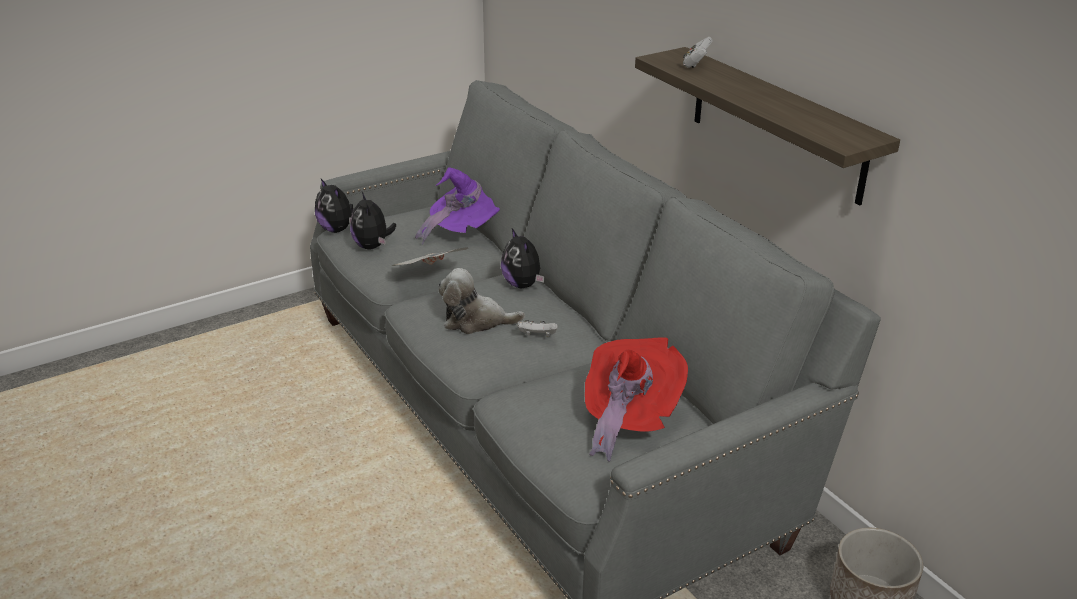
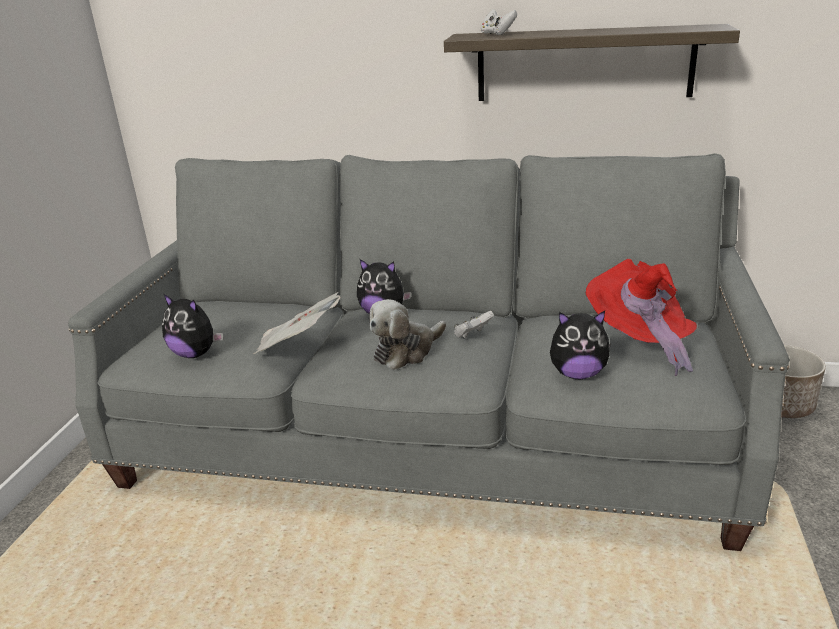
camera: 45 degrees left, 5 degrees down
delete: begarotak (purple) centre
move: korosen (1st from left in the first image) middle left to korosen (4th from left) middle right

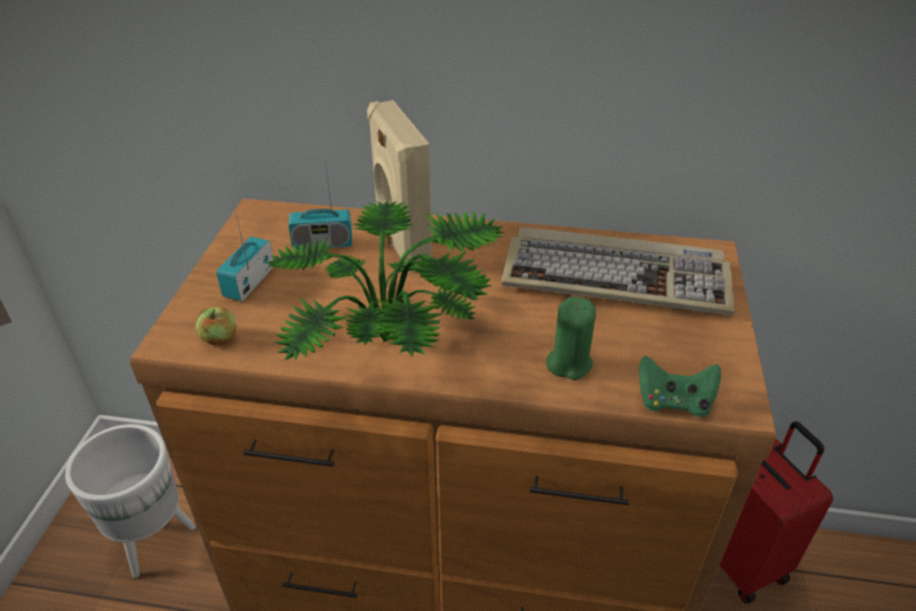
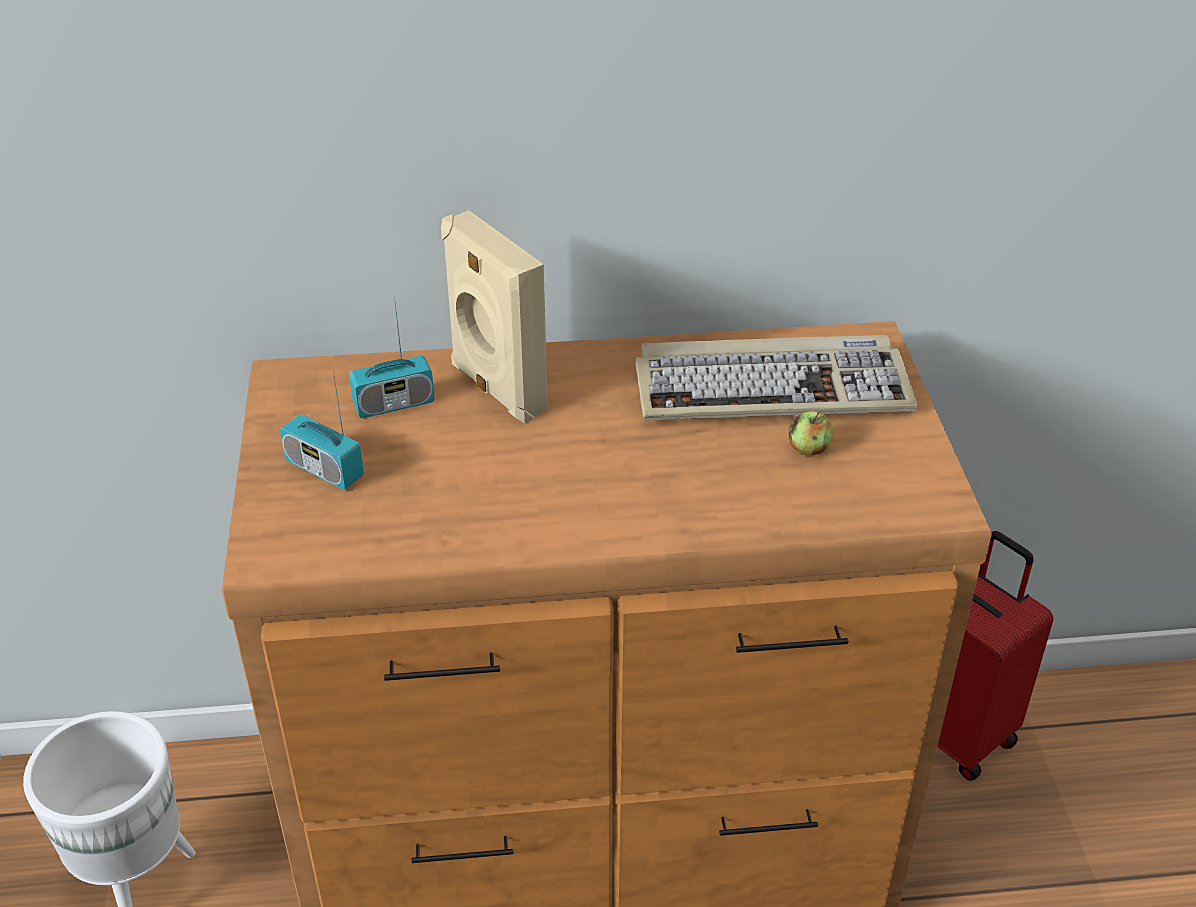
camera: 15 degrees left, 0 degrees up
delete: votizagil centre; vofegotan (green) centre; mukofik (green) middle right
move: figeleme middle left to middle right
rotate: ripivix (1st from left) middle left = middle left 60 degrees counterclockwise

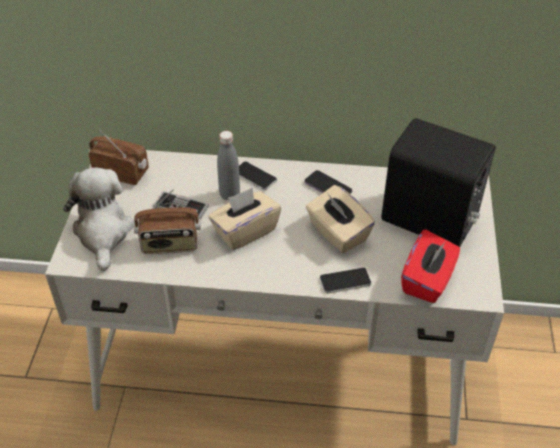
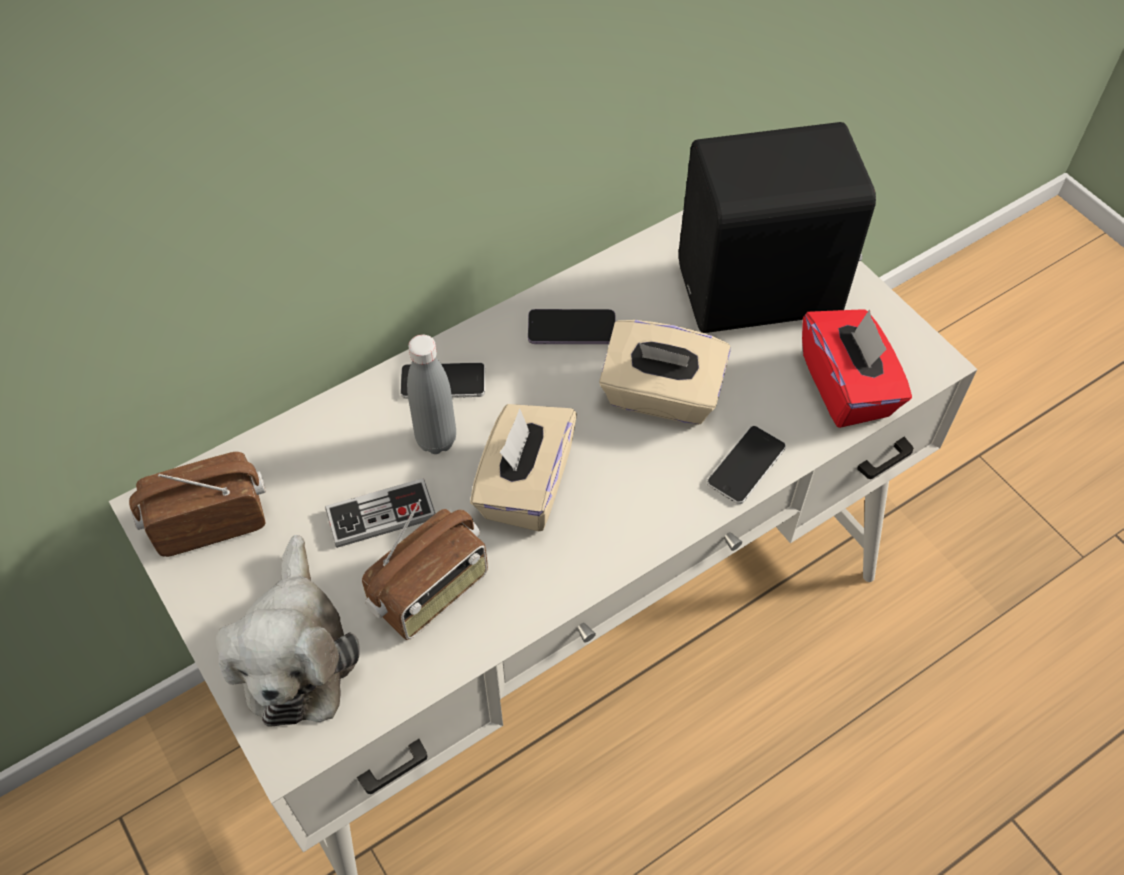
camera: 40 degrees left, 10 degrees up
rotate: korosen middle left = bottom left 135 degrees counterclockwise

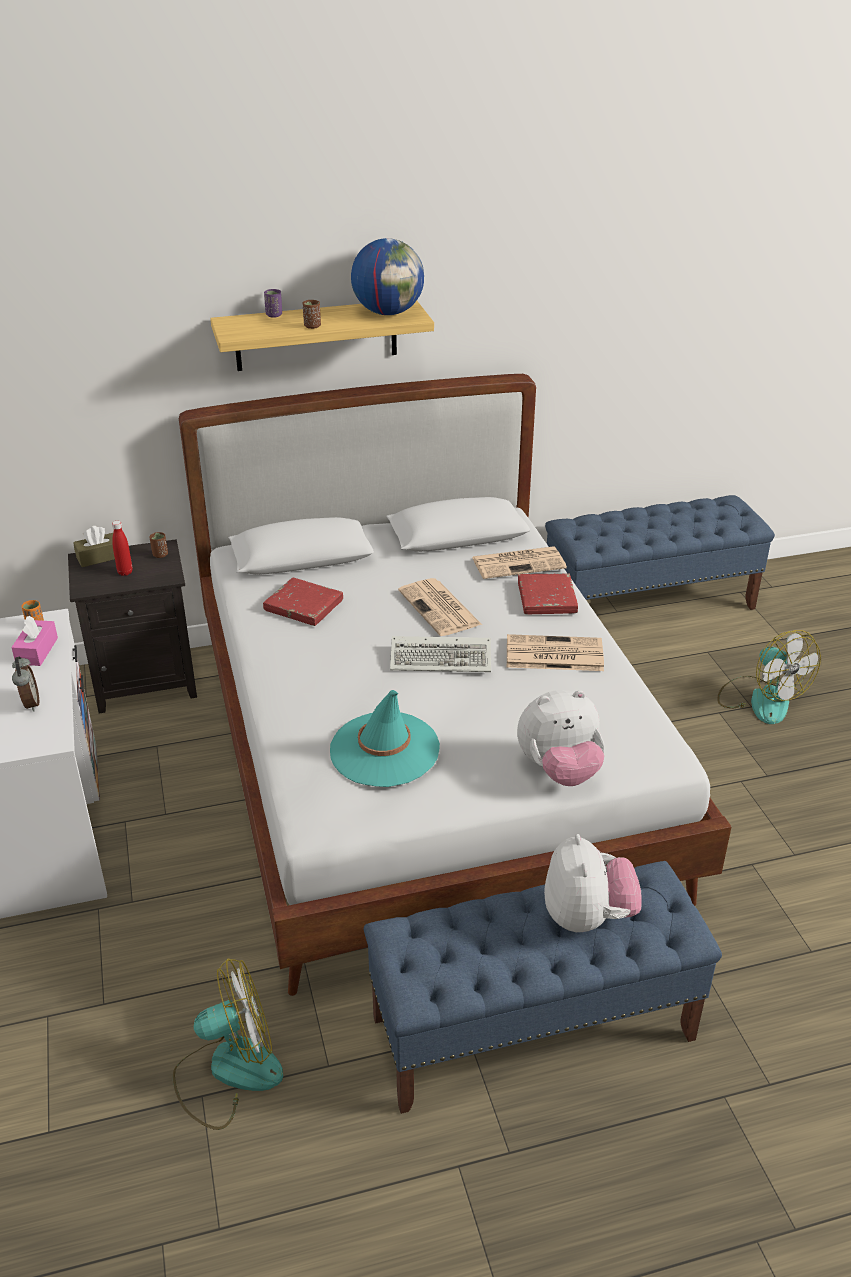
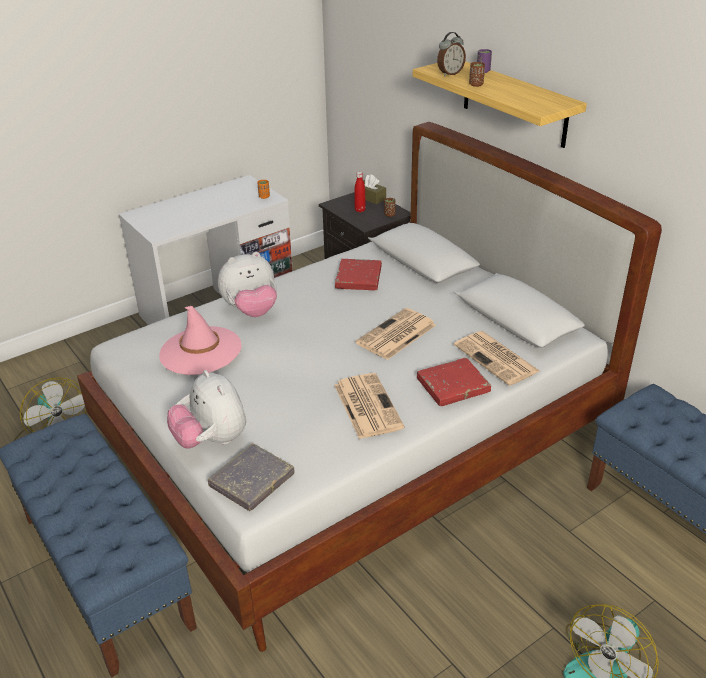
camera: 70 degrees right, 0 degrees up
delete: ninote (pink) middle left; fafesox top centre; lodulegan centre
insert: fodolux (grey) bottom centre
move: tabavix middle left to top centre; korosen (2nd from left) bottom right to centre
recolor: begarotak (turquoise) centre to begarotak (pink) middle left

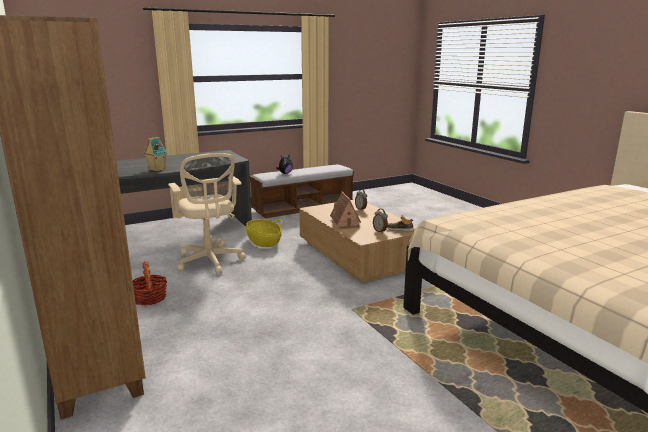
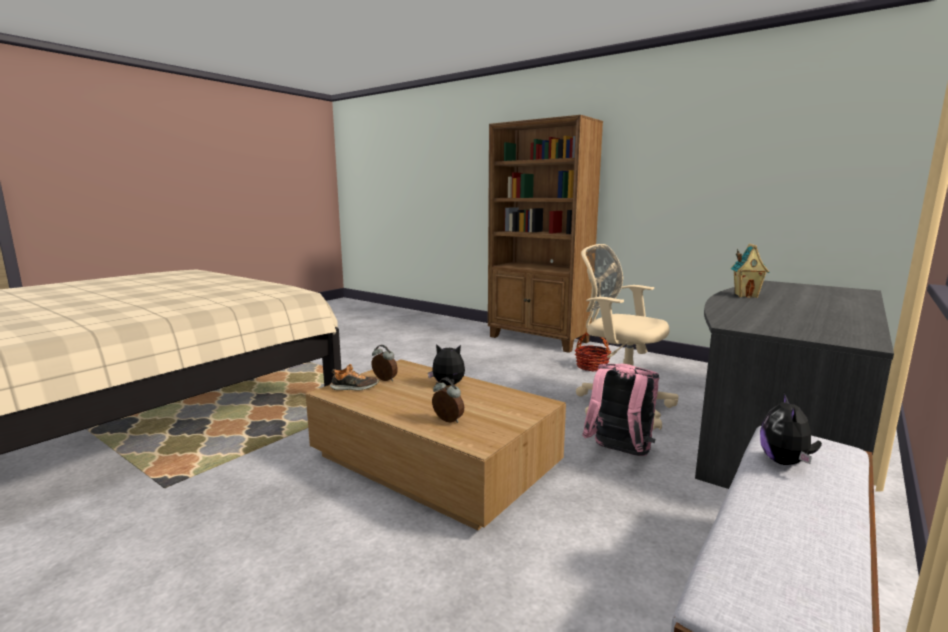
camera: 155 degrees right, 5 degrees down
replace: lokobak (2nd from left) centre to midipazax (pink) centre; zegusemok (2nd from left) centre to korosen (1st from left) centre

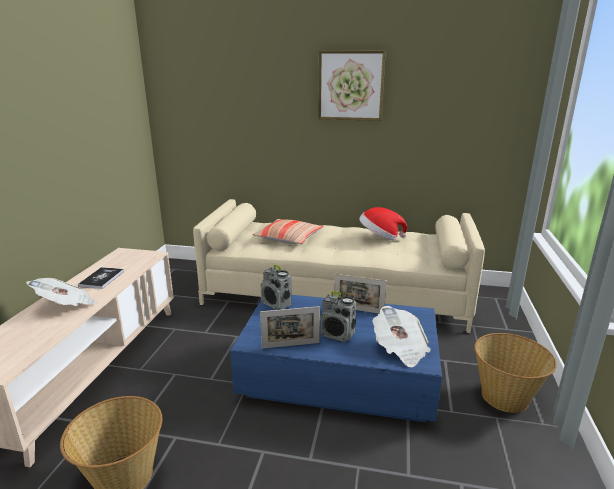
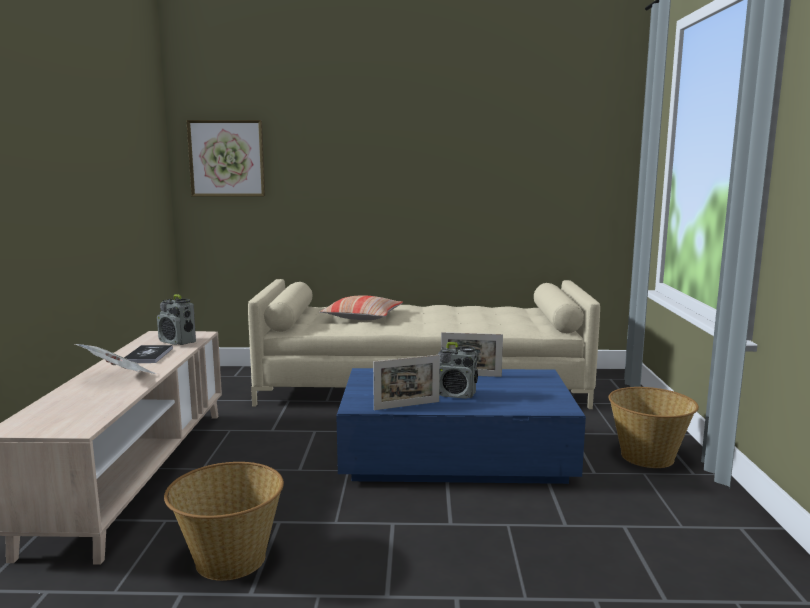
camera: 10 degrees left, 10 degrees down
delete: begarotak centre; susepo (2nd from left) bottom centre
move: ripivix (1st from left) centre to middle left; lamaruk top centre to top left

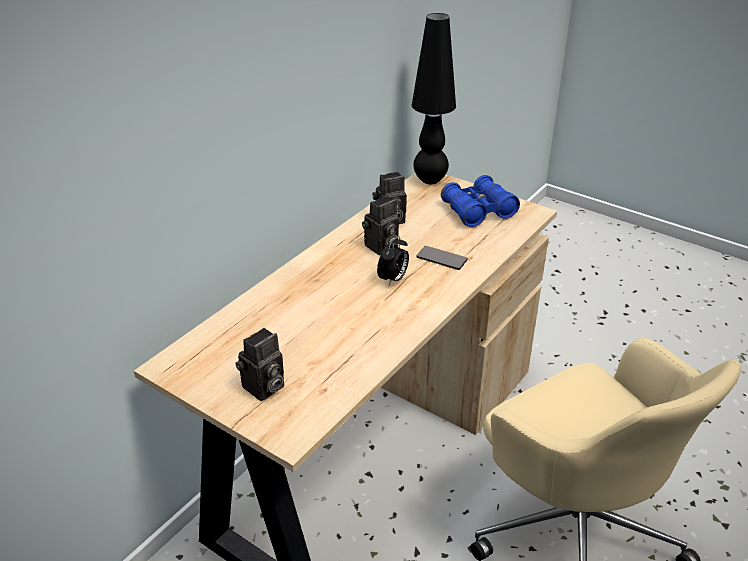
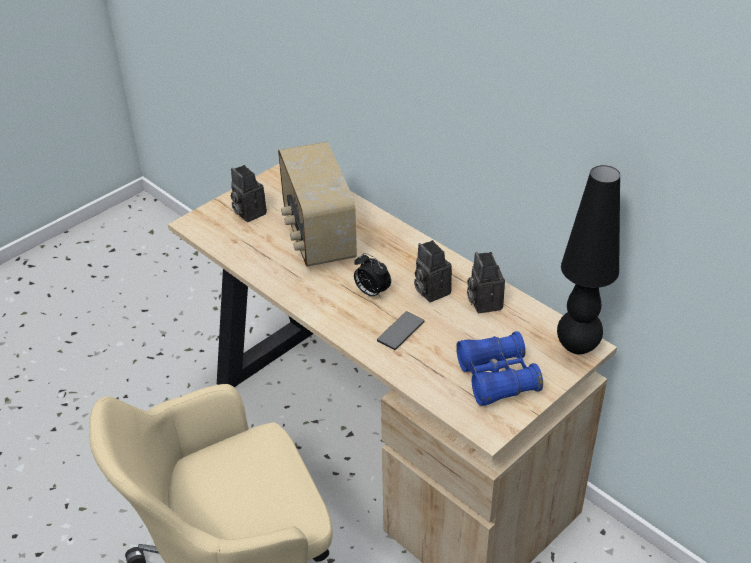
camera: 100 degrees right, 5 degrees up
insert: ripivix centre

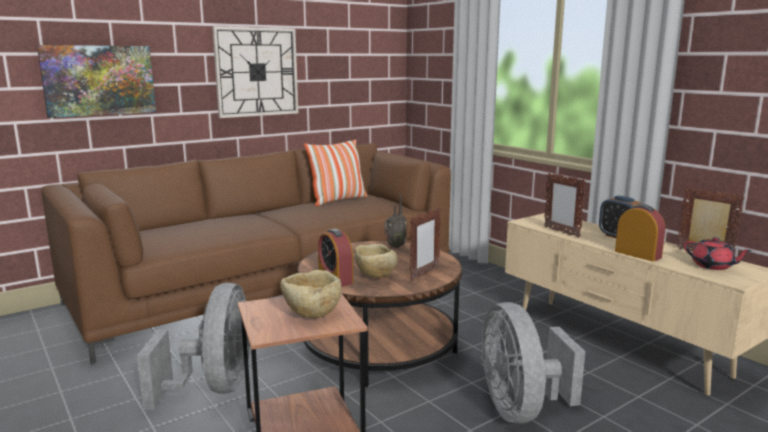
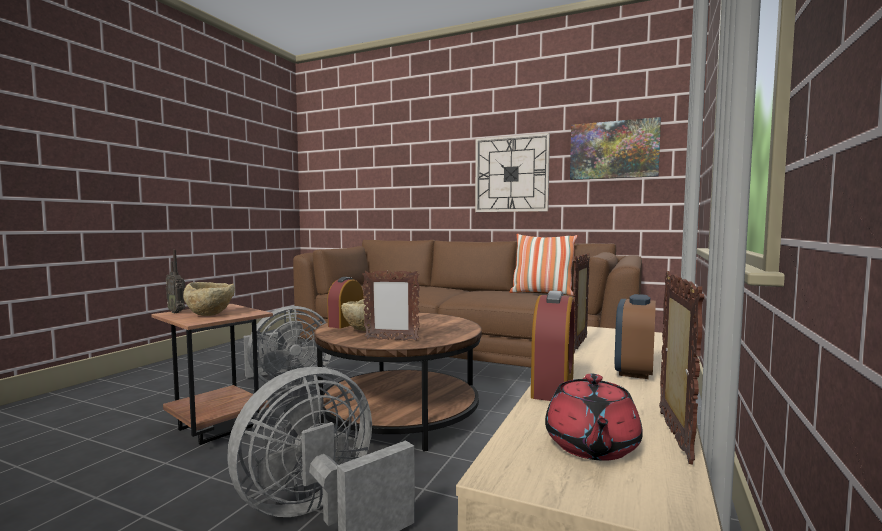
camera: 60 degrees right, 10 degrees down
move: lamaruk top left to top right; ripivix centre to middle left

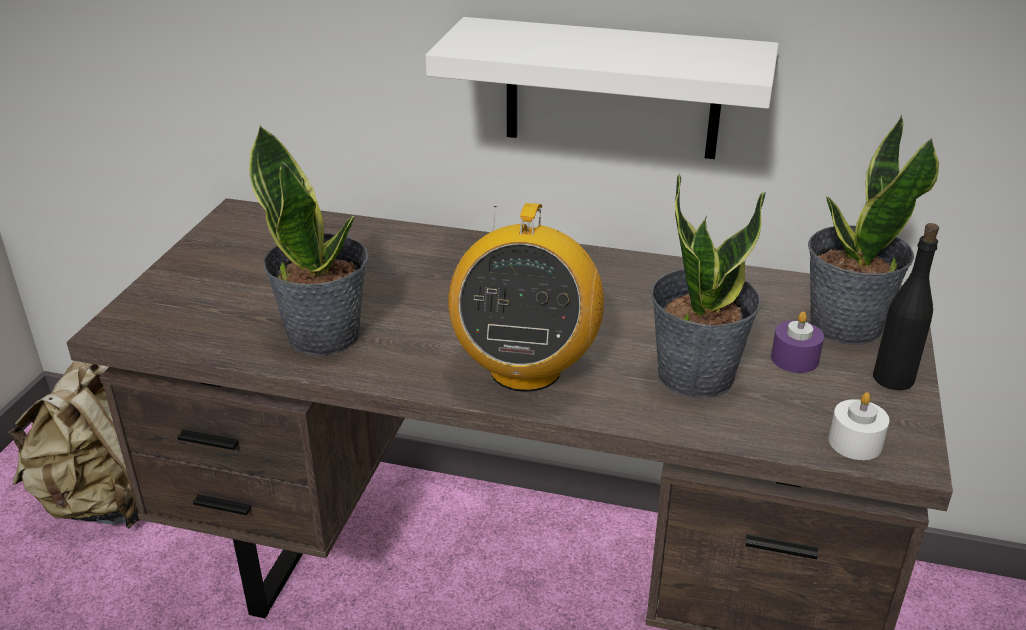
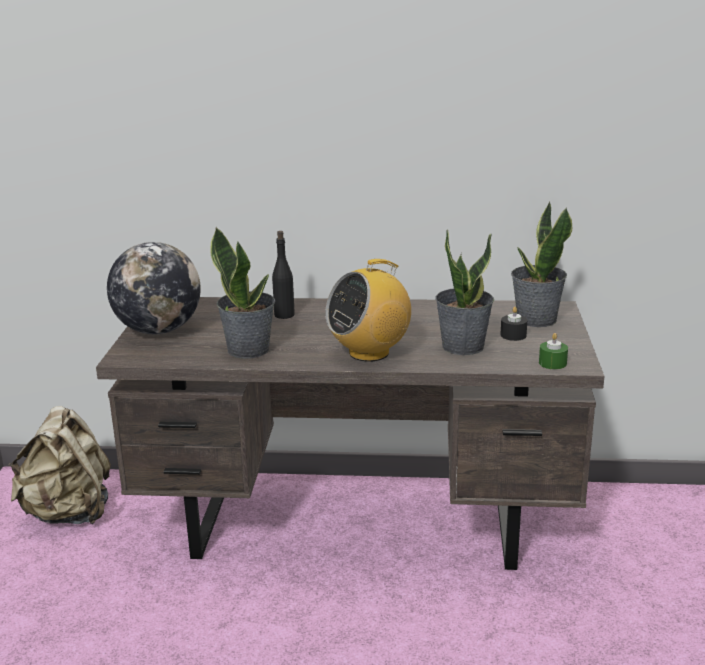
camera: 10 degrees left, 10 degrees down
delete: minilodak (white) top centre
insert: fafesox middle left
move: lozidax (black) middle right to centre
recolor: vofegotan (purple) middle right to vofegotan (black) middle right; vofegotan (white) bottom right to vofegotan (green) middle right
rotate: ripivix centre = centre 60 degrees clockwise

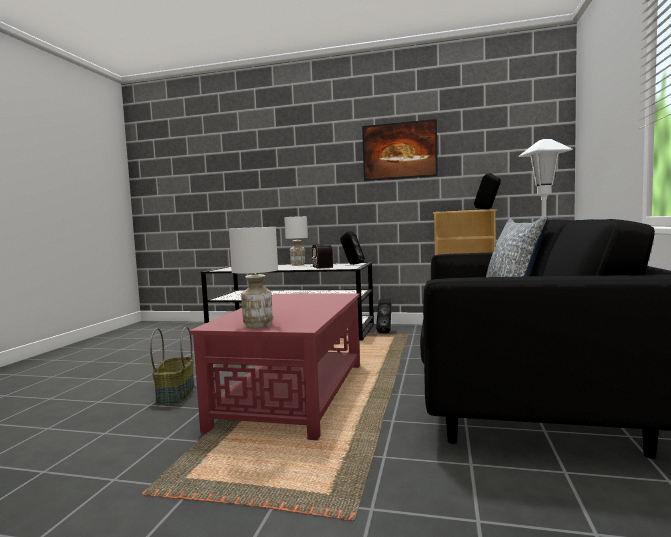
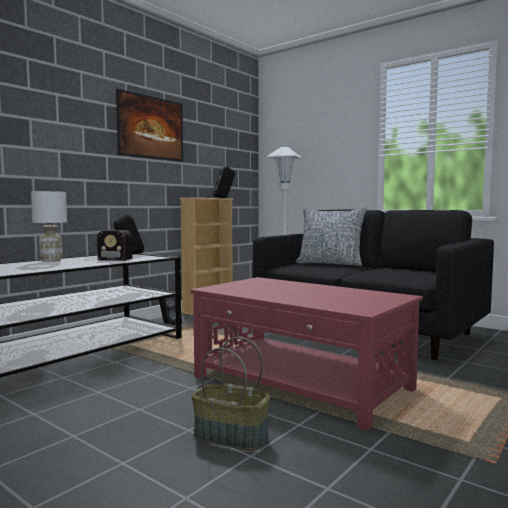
camera: 65 degrees left, 0 degrees up
delete: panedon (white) (1st from left) centre

